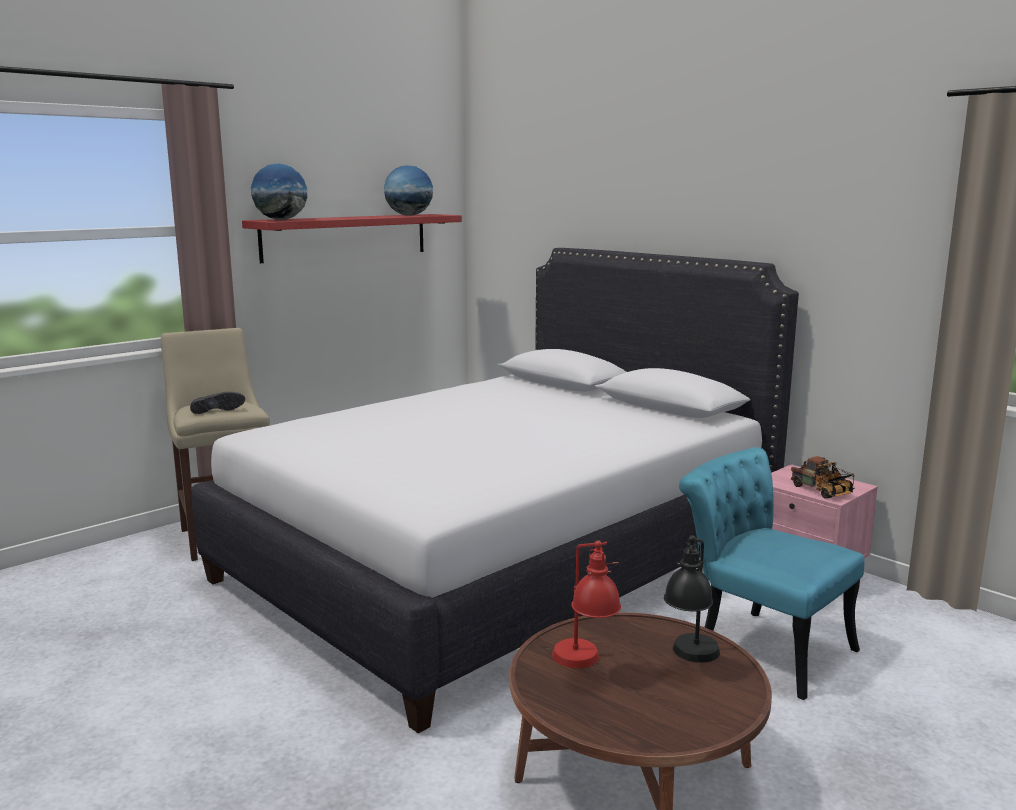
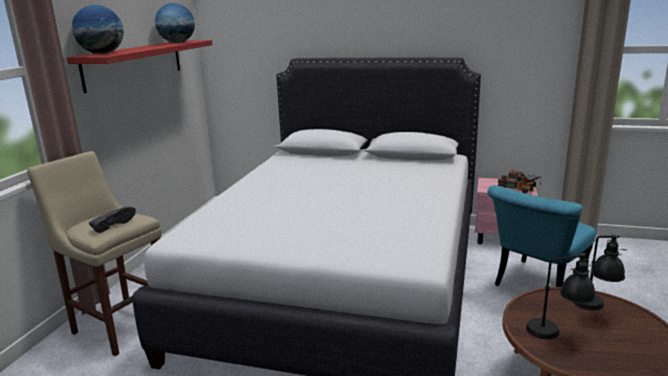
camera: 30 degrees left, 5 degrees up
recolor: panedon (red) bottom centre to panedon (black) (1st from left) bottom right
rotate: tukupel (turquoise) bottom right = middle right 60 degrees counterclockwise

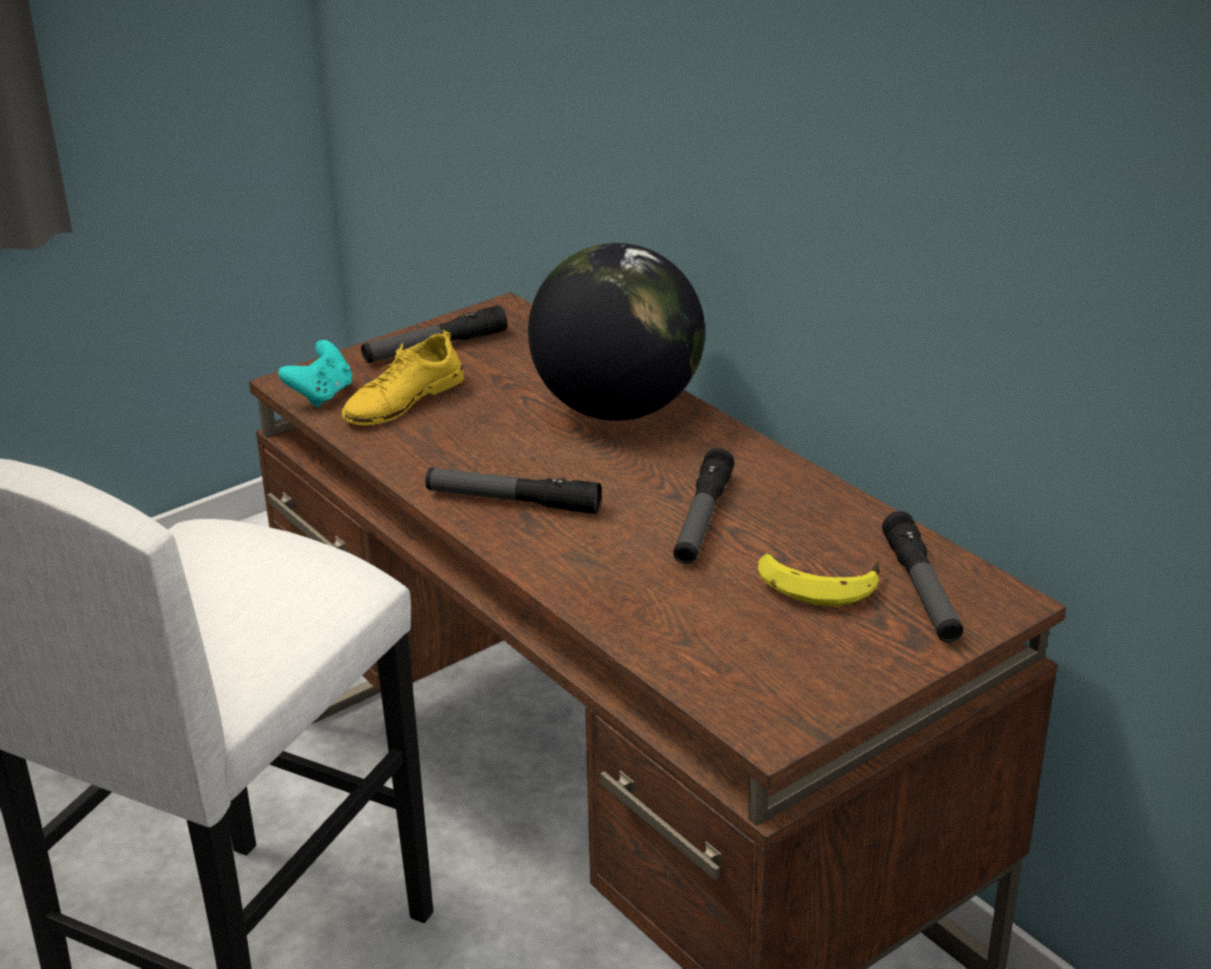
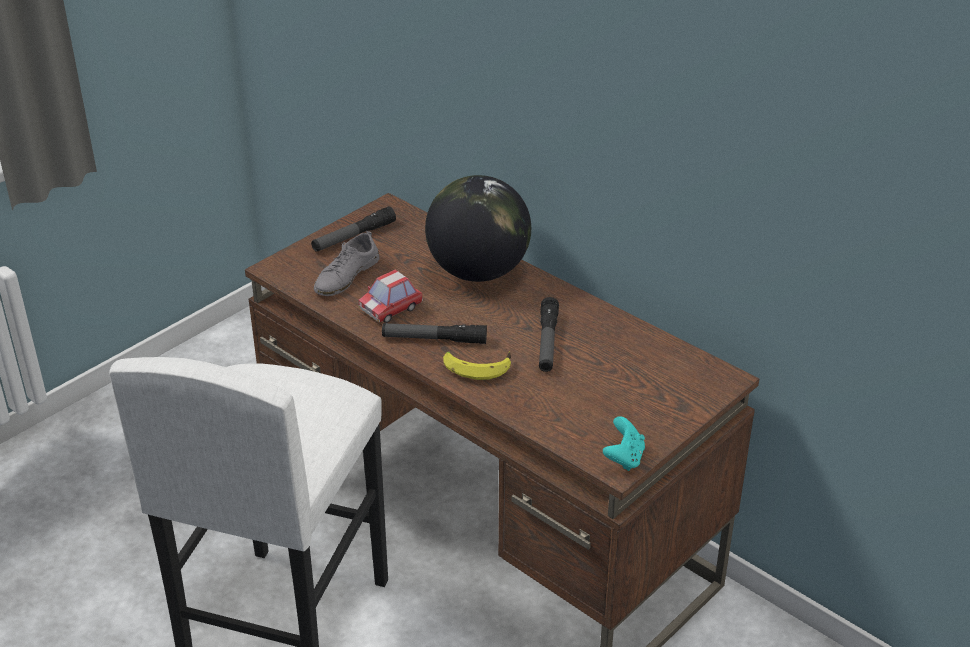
camera: 10 degrees left, 5 degrees up
delete: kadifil (4th from left) middle right
insert: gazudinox centre
move: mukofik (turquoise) middle left to bottom centre; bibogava middle right to centre
recolor: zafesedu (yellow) middle left to zafesedu (grey) centre

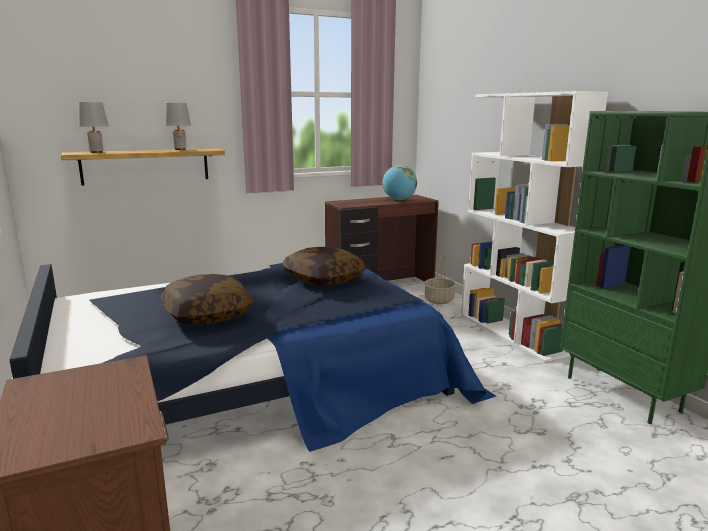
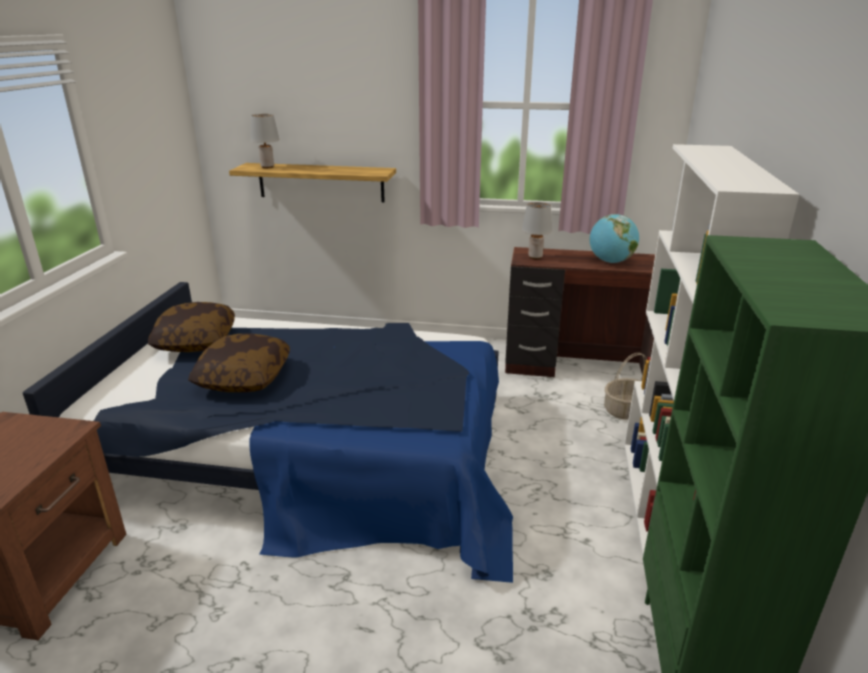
camera: 35 degrees right, 10 degrees up
move: panedon (grey) (2nd from left) top left to centre; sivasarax (2nd from left in the first image) centre to sivasarax (1st from left) middle left

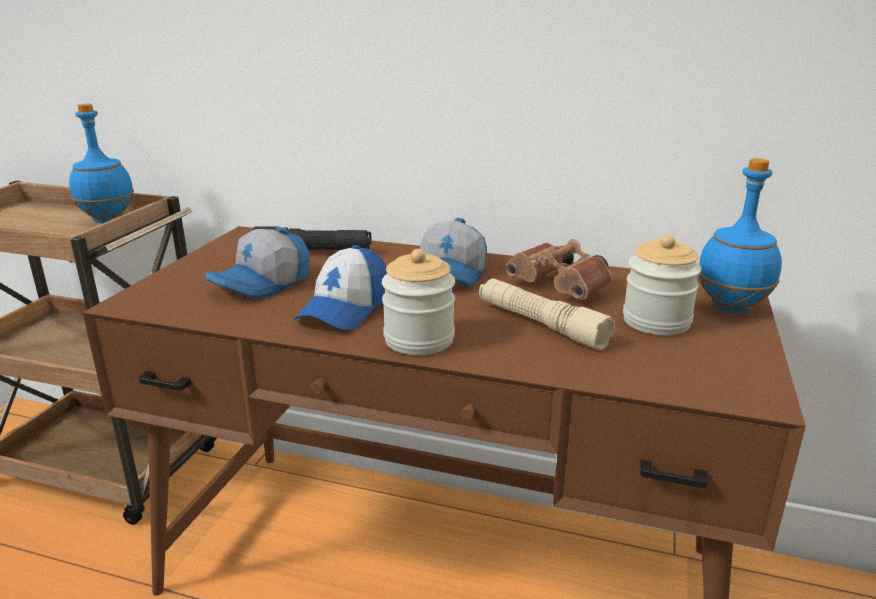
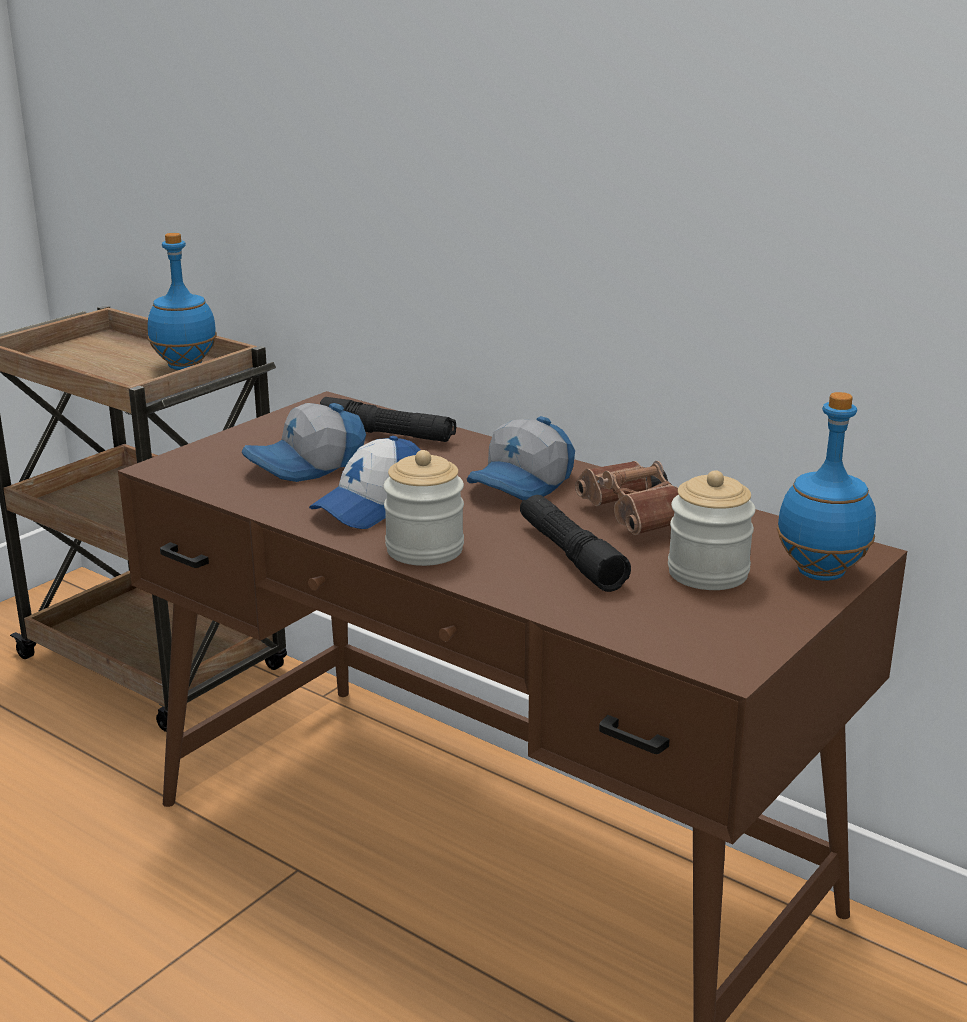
camera: 20 degrees right, 0 degrees up
recolor: kadifil (beige) centre to kadifil (black) (2nd from left) centre

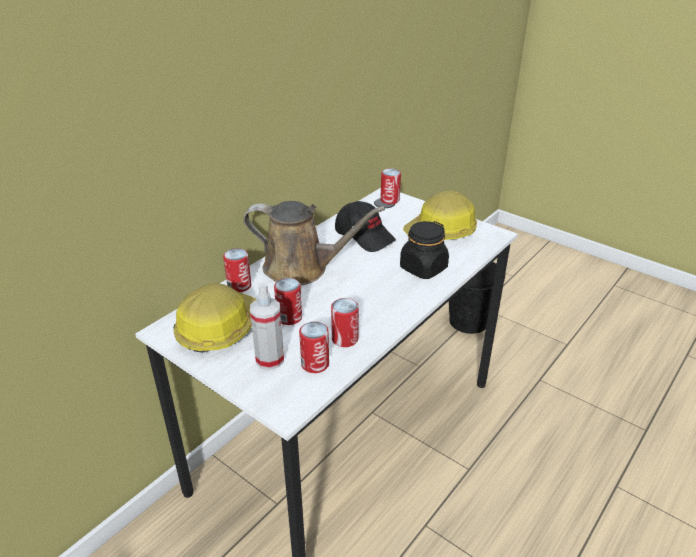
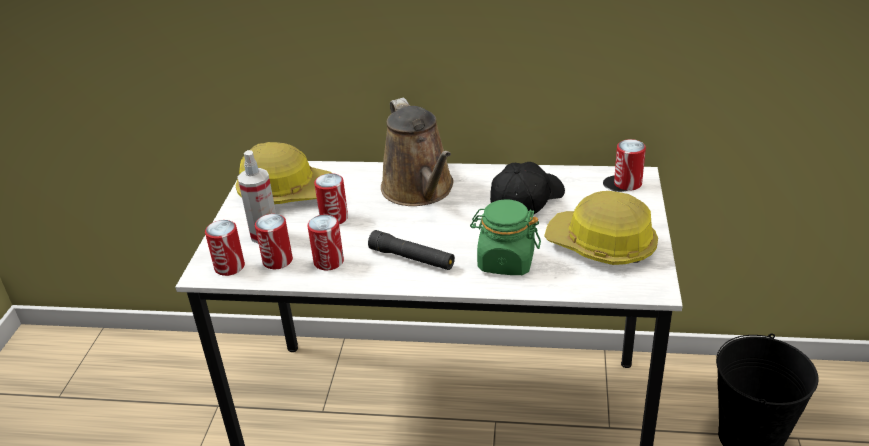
camera: 60 degrees right, 0 degrees up
insert: kadifil (black) centre
move: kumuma (1st from left) centre to middle left
recolor: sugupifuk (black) centre to sugupifuk (green) centre
rotate: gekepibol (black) centre = centre 150 degrees counterclockwise

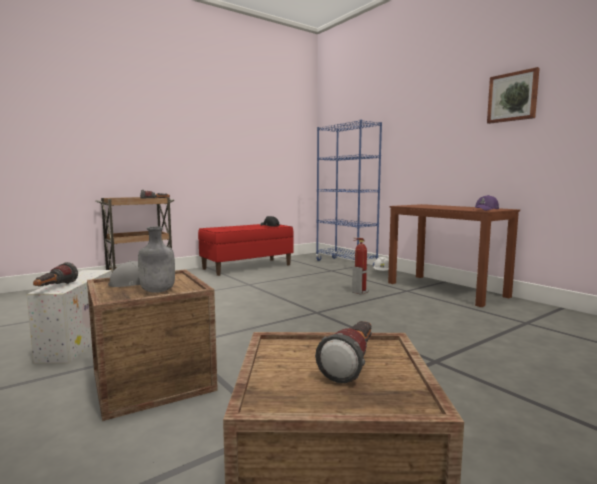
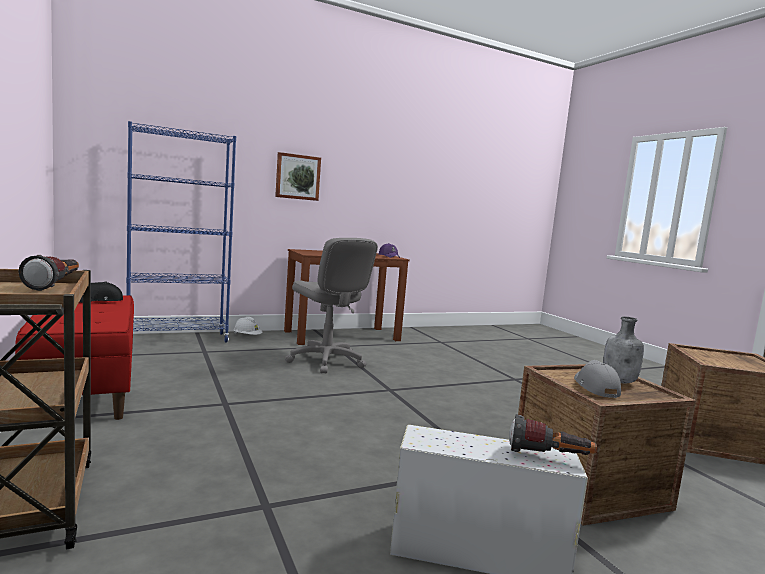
camera: 80 degrees left, 0 degrees up
delete: kadifil (3rd from left) bottom centre
move: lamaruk top right to top centre
replace: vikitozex centre to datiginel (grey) centre

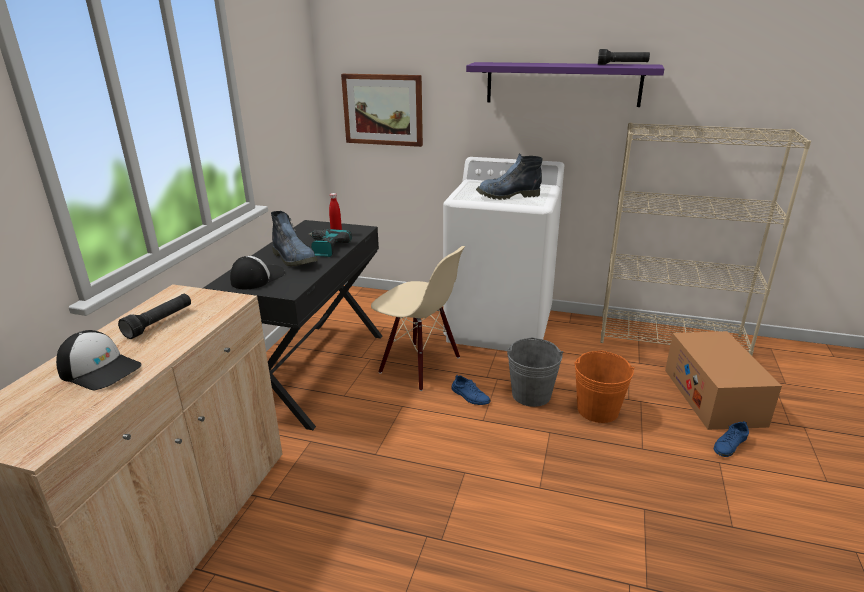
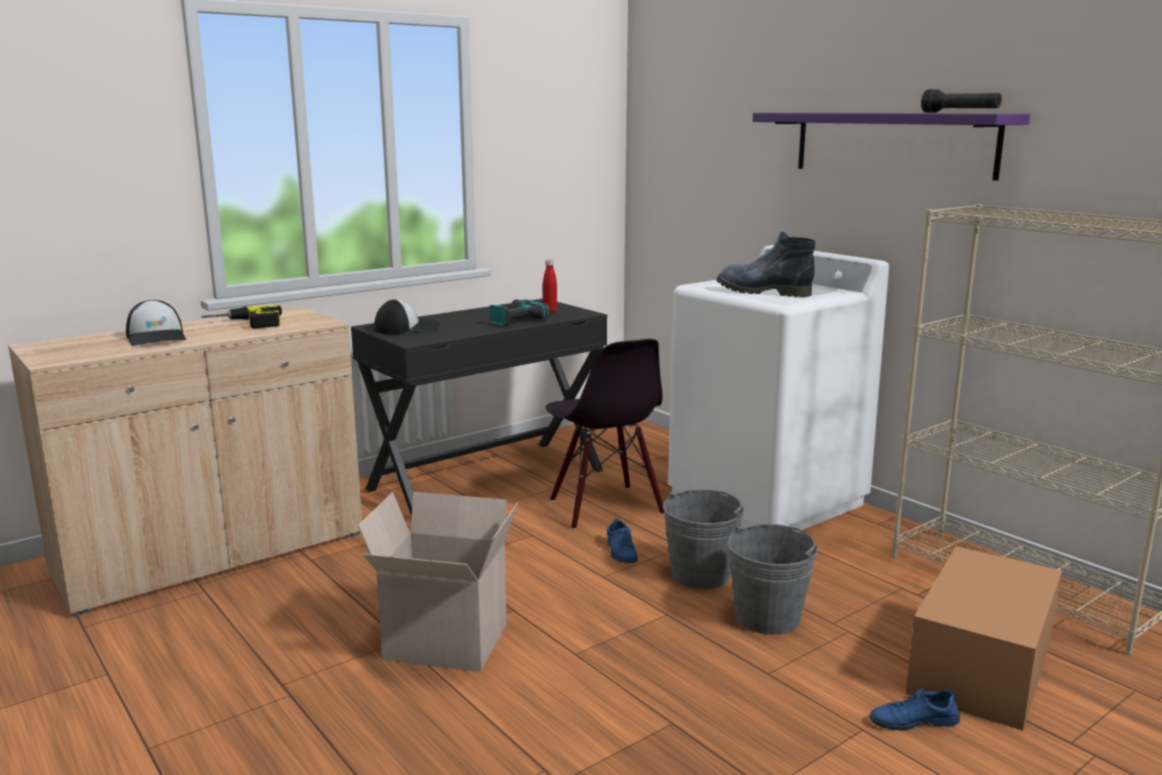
camera: 35 degrees right, 10 degrees down
delete: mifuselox (1st from left) centre; lamaruk top centre
insert: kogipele (1st from left) bottom centre
replace: kadifil (black) (1st from left) middle left to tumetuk (1st from left) middle left
recolor: tukupel (beige) centre to tukupel (black) centre; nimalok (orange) middle right to nimalok (grey) (2nd from left) bottom centre

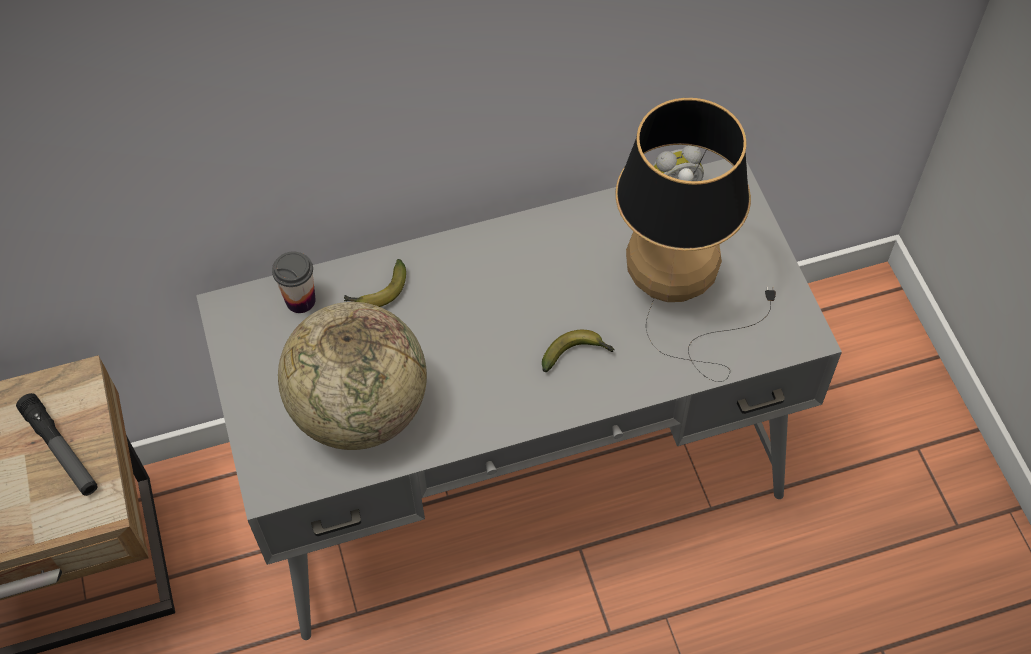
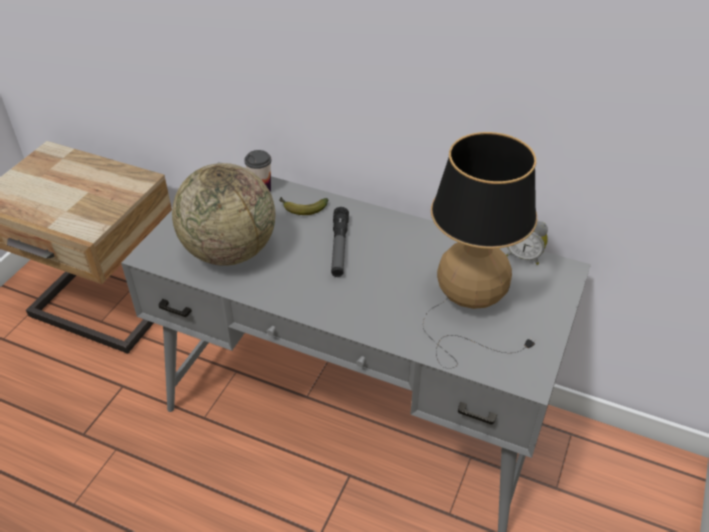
camera: 40 degrees right, 15 degrees down
delete: bibogava (2nd from left) centre
move: kadifil bottom left to centre

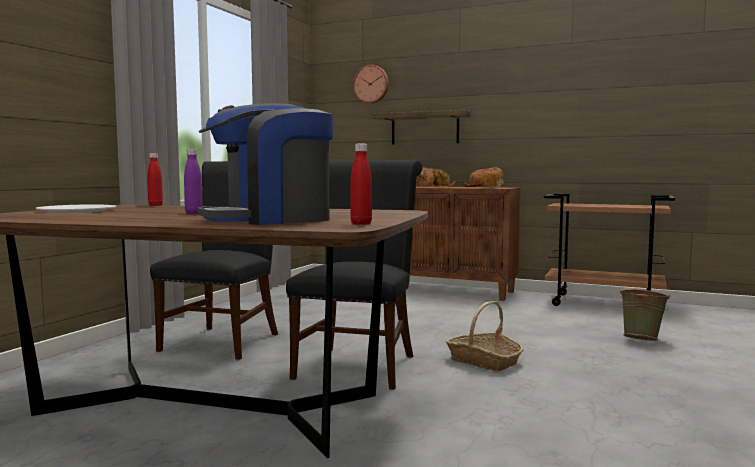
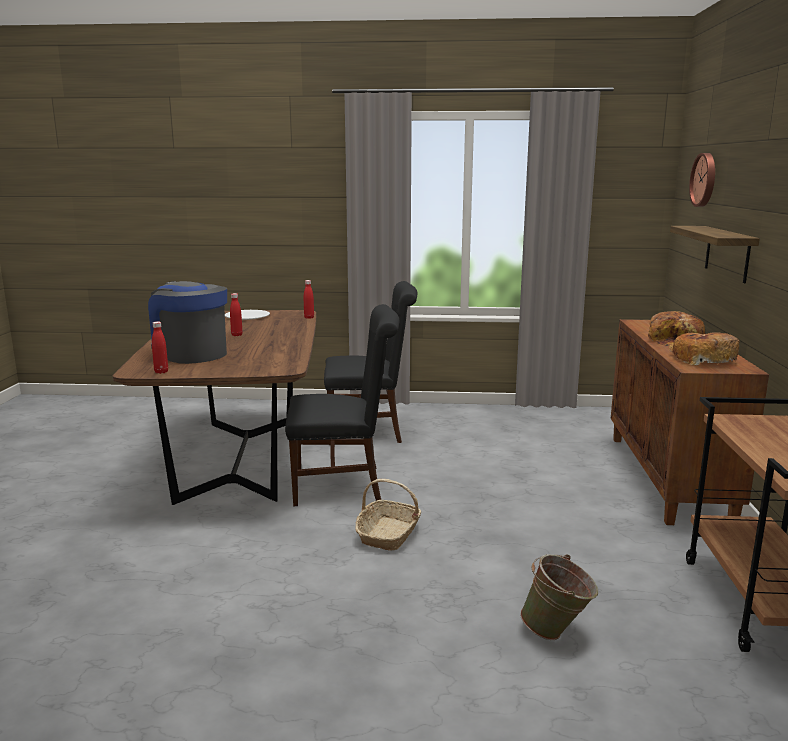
camera: 70 degrees right, 10 degrees up
recolor: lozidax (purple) middle left to lozidax (red) (2nd from left) middle left

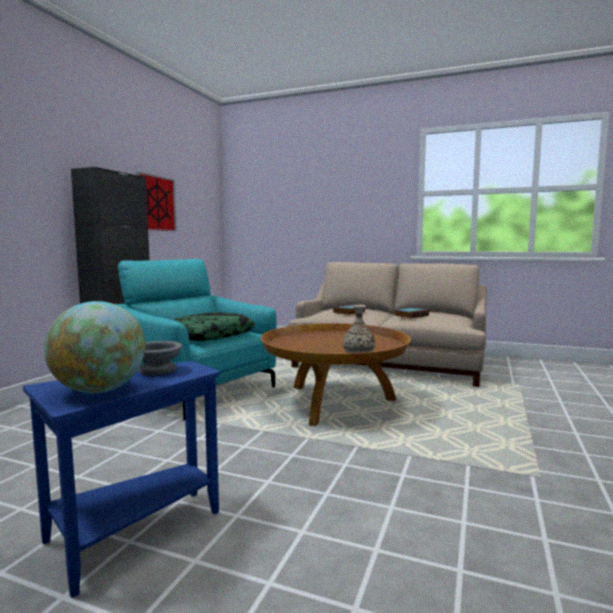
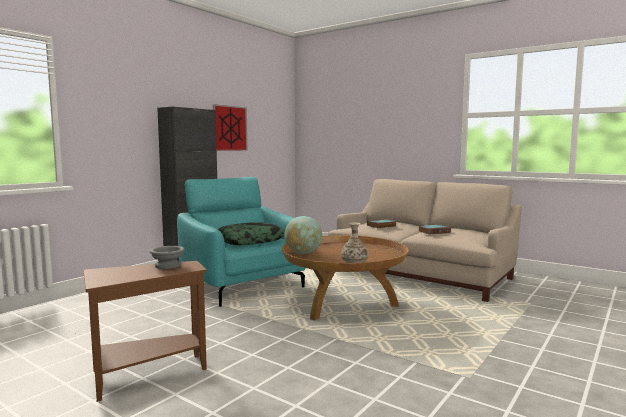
camera: 15 degrees right, 0 degrees up
move: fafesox middle left to centre
recolor: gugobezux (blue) bottom left to gugobezux (brown) bottom left

